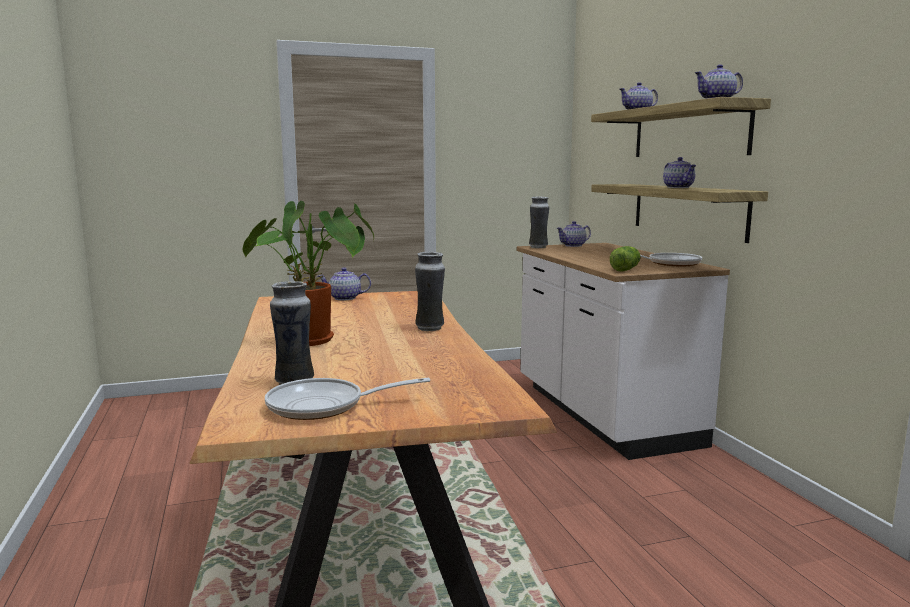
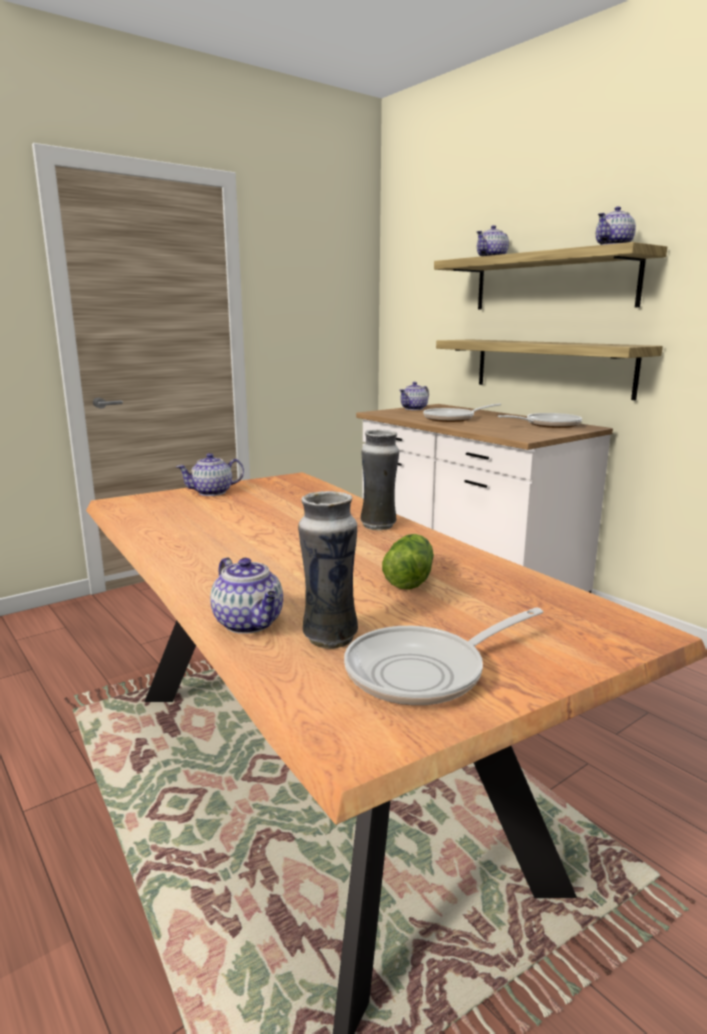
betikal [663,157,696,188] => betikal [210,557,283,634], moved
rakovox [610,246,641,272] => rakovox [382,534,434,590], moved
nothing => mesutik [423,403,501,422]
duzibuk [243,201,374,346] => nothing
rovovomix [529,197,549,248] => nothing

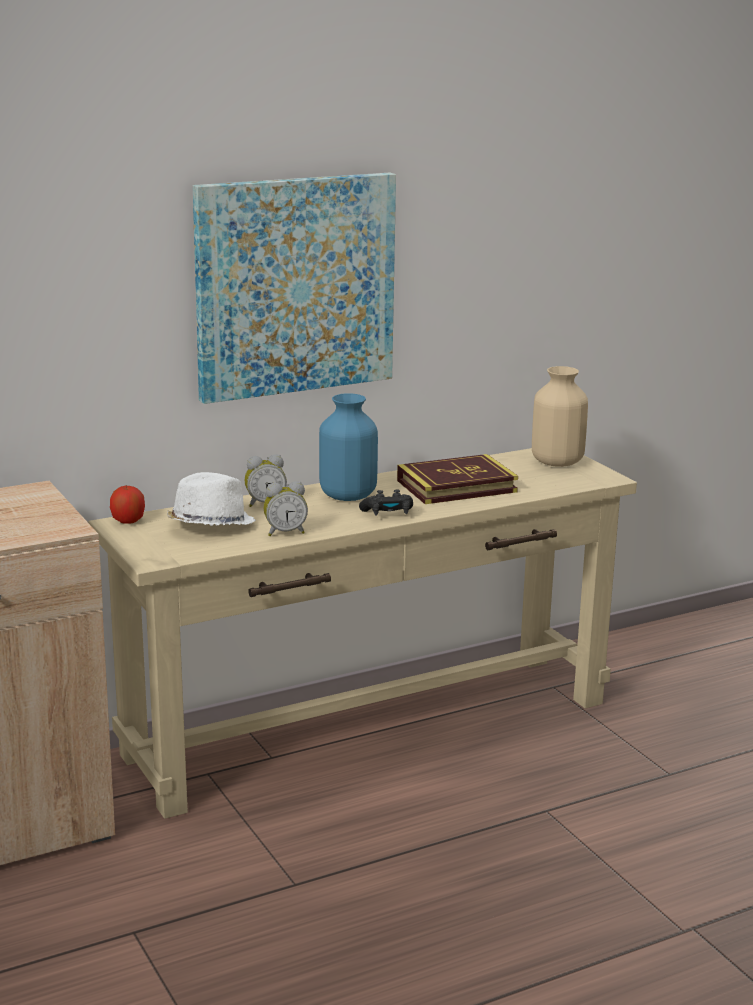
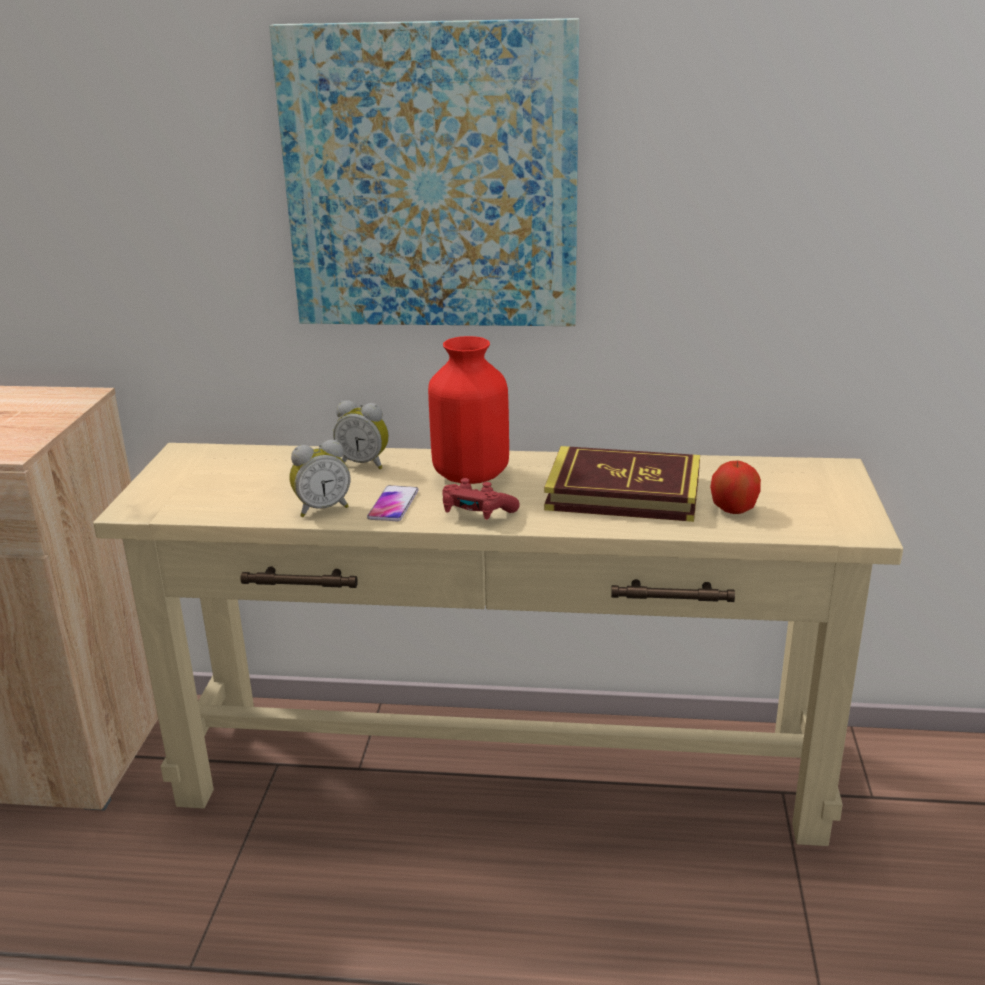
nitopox [264,481,308,536] => nitopox [290,440,350,517], 45 degrees counterclockwise
nothing => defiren [367,485,419,521]
rovovomix (blue) [319,393,378,501] => rovovomix (red) [428,336,509,484]
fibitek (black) [359,489,413,516] => fibitek (red) [442,478,519,520]
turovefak [110,485,145,524] => turovefak [710,461,761,514], moved
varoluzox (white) [167,472,256,526] => nothing
rovovomix (beige) [532,366,588,467] => nothing

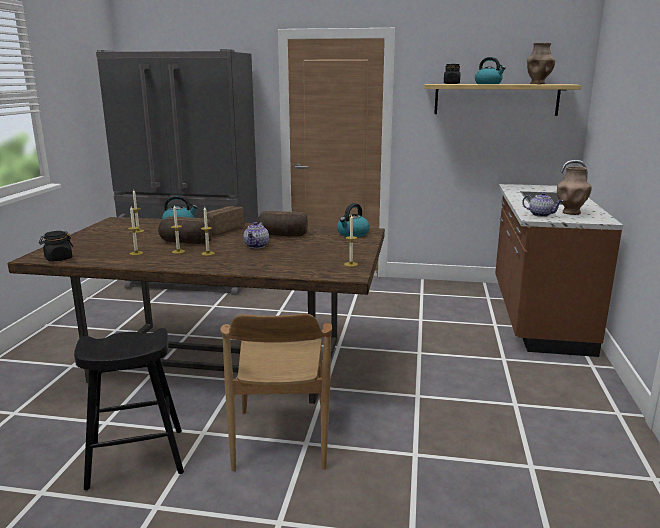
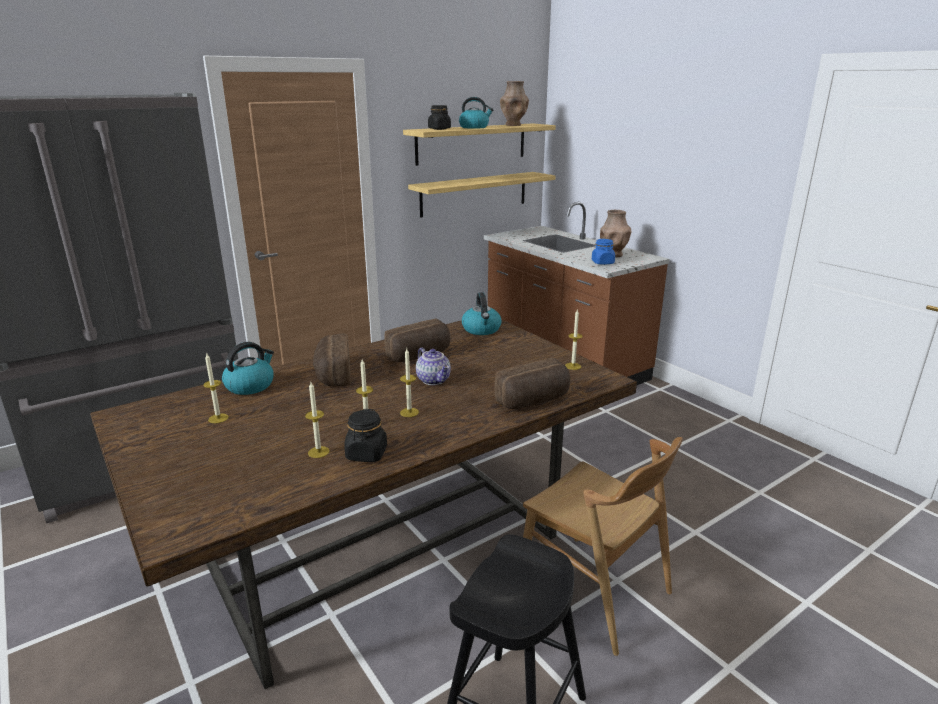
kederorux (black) [39,231,73,262] => kederorux (black) [344,409,387,462], moved
nothing => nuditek [408,172,555,218]
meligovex [158,216,212,244] => meligovex [494,358,570,409], moved
betikal [522,192,563,217] => kederorux (blue) [592,239,615,265]

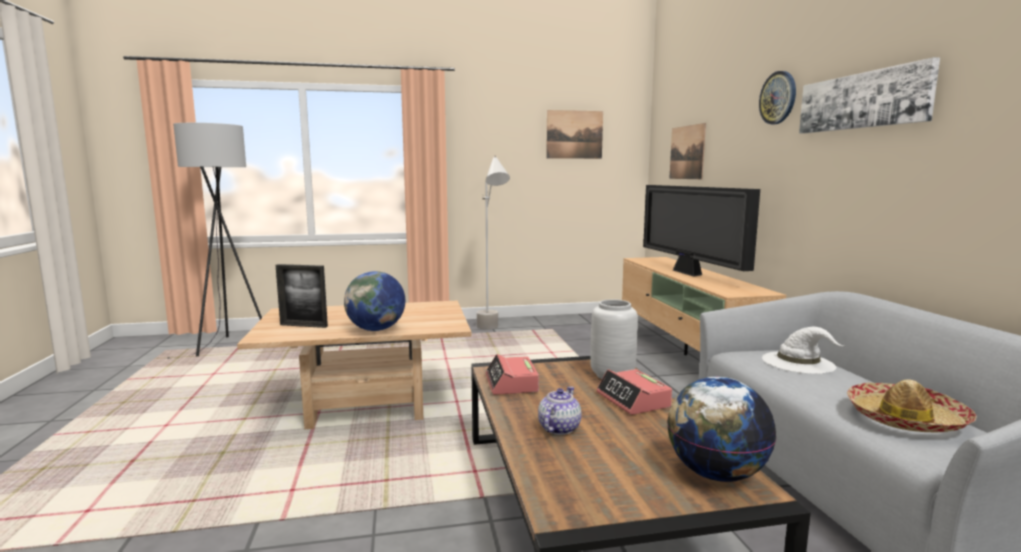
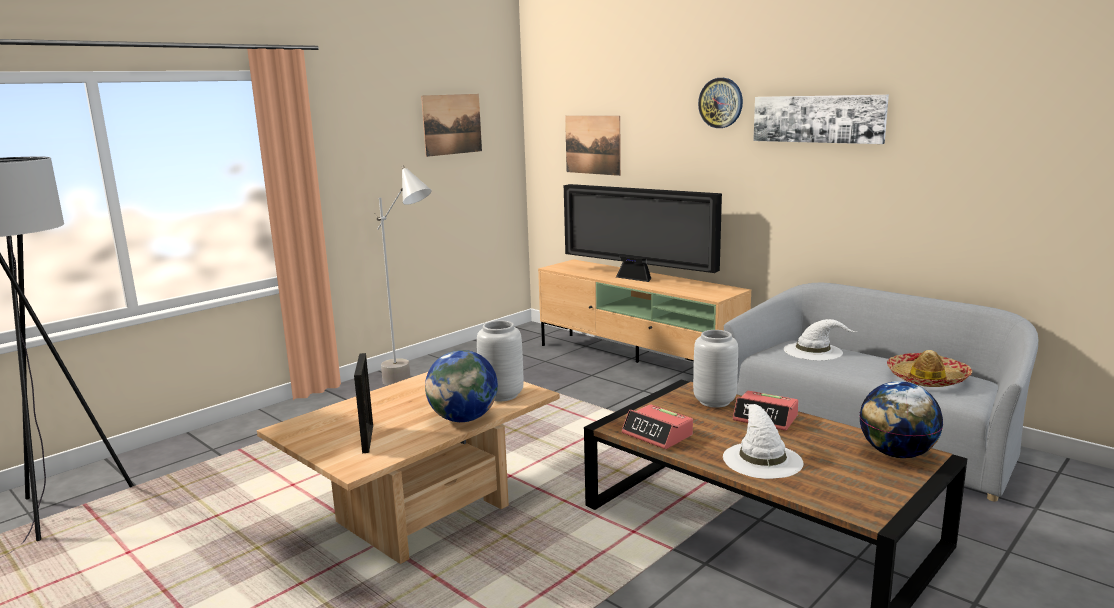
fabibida [276,264,328,328] => fabibida [354,353,373,453], 75 degrees counterclockwise
nothing => rovovomix (grey) [477,321,523,401]
betikal [538,386,582,435] => varoluzox (white) [723,404,803,479]

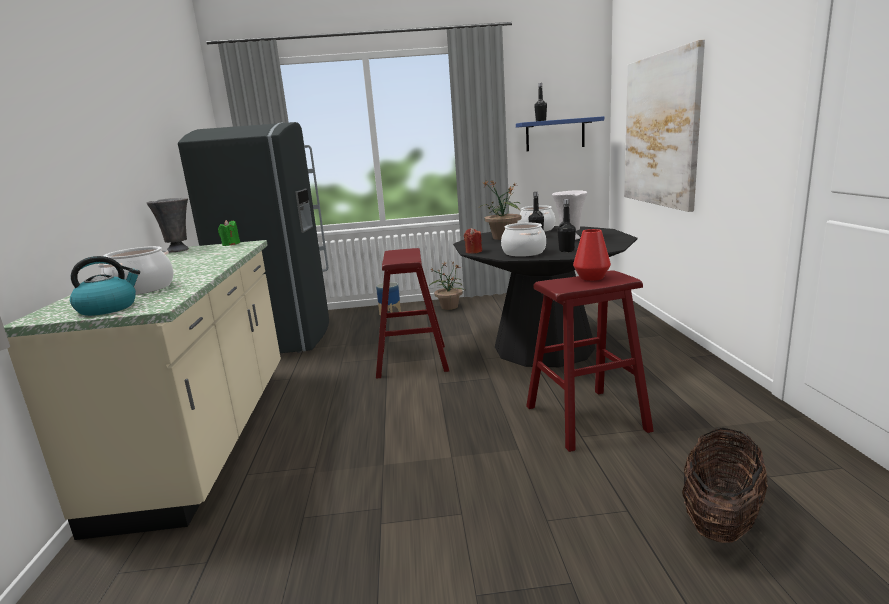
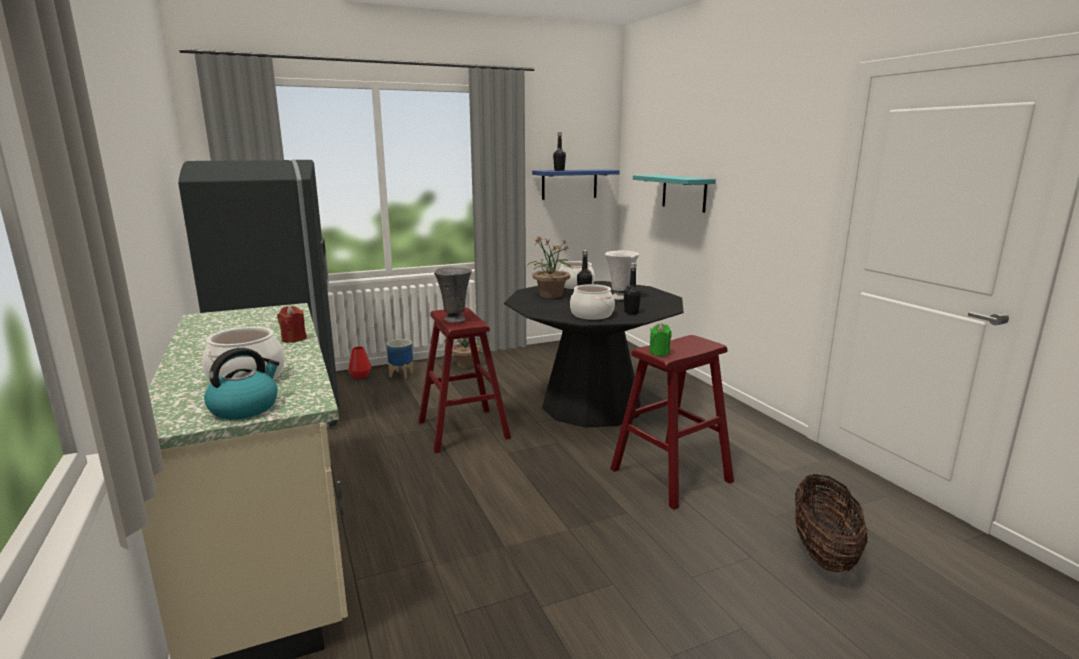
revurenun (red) [464,228,482,254] => revurenun (red) [277,306,307,343], moved
rovovomix (red) [573,229,611,281] => rovovomix (red) [348,346,372,379], moved
rovovomix (grey) [146,198,189,252] => rovovomix (grey) [434,267,472,323], moved
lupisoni [624,40,705,212] => nuditek (turquoise) [633,175,716,213]
revurenun (green) [218,220,240,246] => revurenun (green) [649,324,672,356], moved

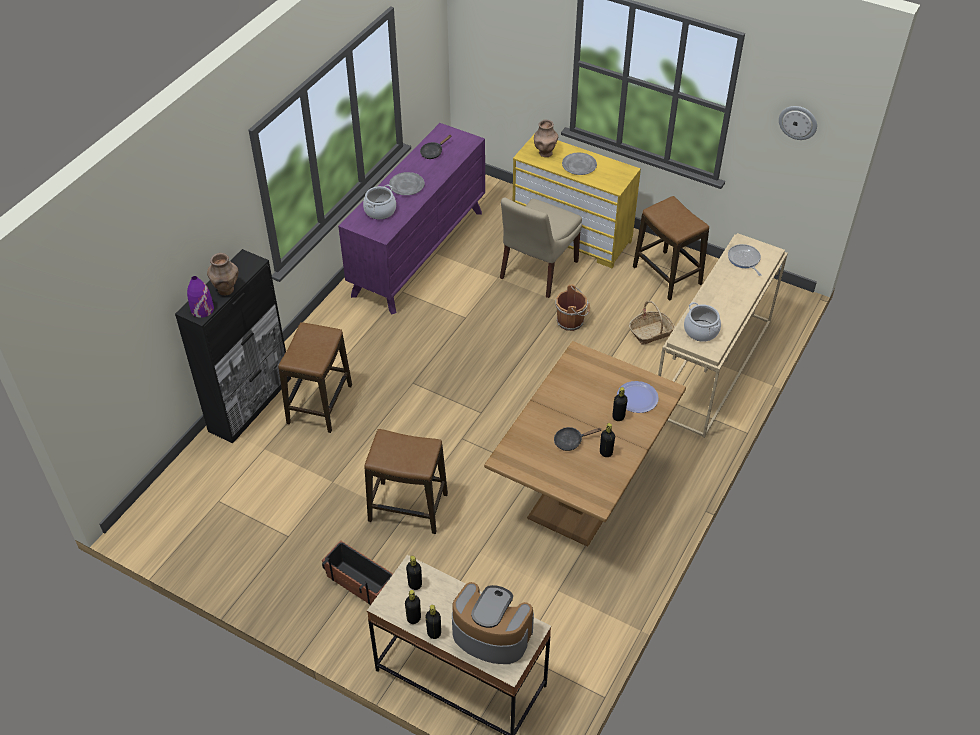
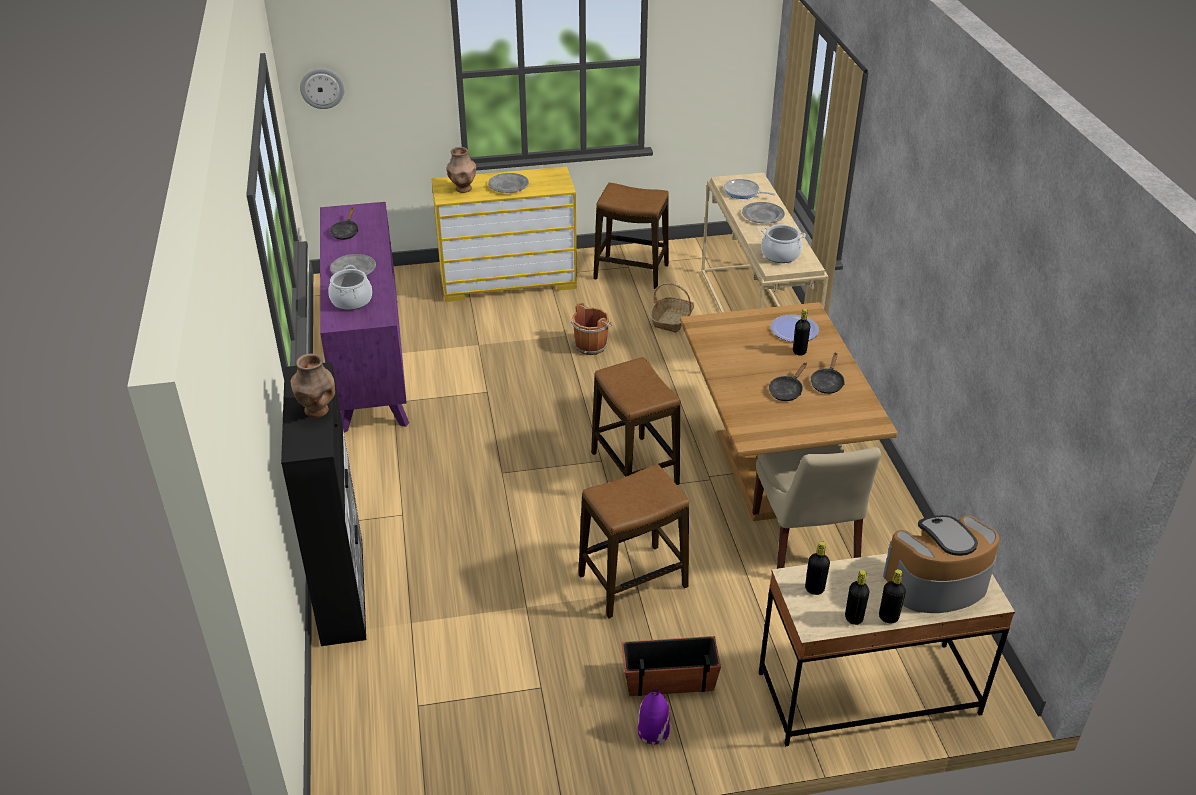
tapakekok [779,106,817,140] => tapakekok [300,68,344,109], moved
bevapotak [278,322,352,433] => bevapotak [591,357,680,485], moved
rovovomix (purple) [187,276,214,318] => rovovomix (purple) [638,689,670,744], moved
nothing => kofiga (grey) [742,202,785,224]
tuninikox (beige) [500,197,582,298] => tuninikox (beige) [752,444,881,569], moved
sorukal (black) [600,423,615,457] => mesutik (black) [811,352,845,394]

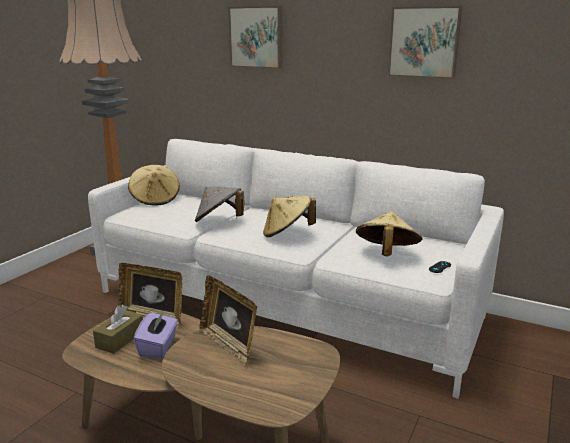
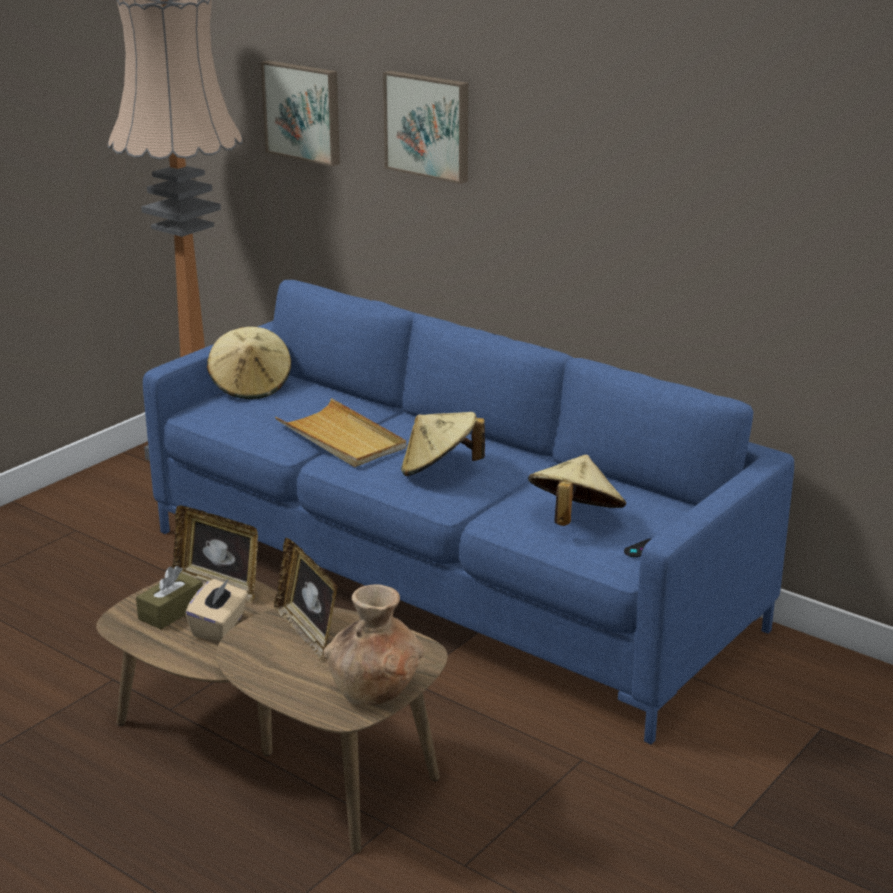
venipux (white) [88,139,504,399] => venipux (blue) [143,280,794,744]
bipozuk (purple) [133,311,178,358] => bipozuk (beige) [185,578,248,641]
lupisoni [388,6,462,79] => lupisoni [261,60,340,166], moved
varoluzox (grey) [195,187,245,222] => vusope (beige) [275,398,406,467]
nothing => rovovomix (brown) [323,584,423,706]

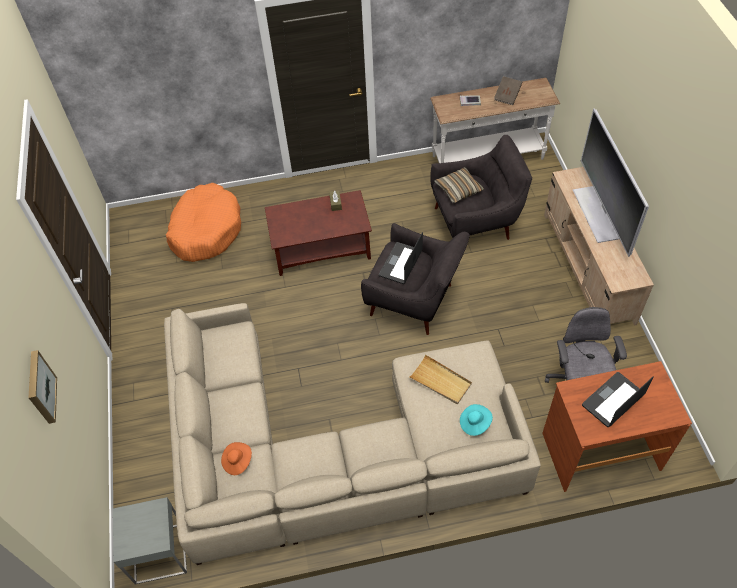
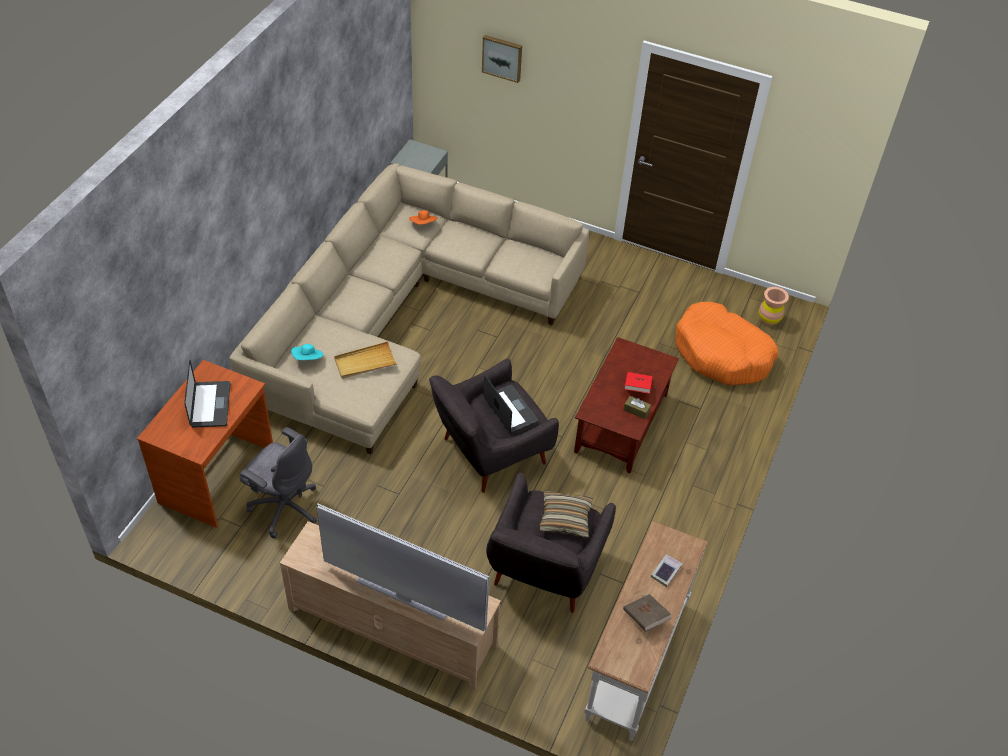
nothing => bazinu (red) [624,372,652,394]
nothing => rovovomix (brown) [759,287,789,326]

